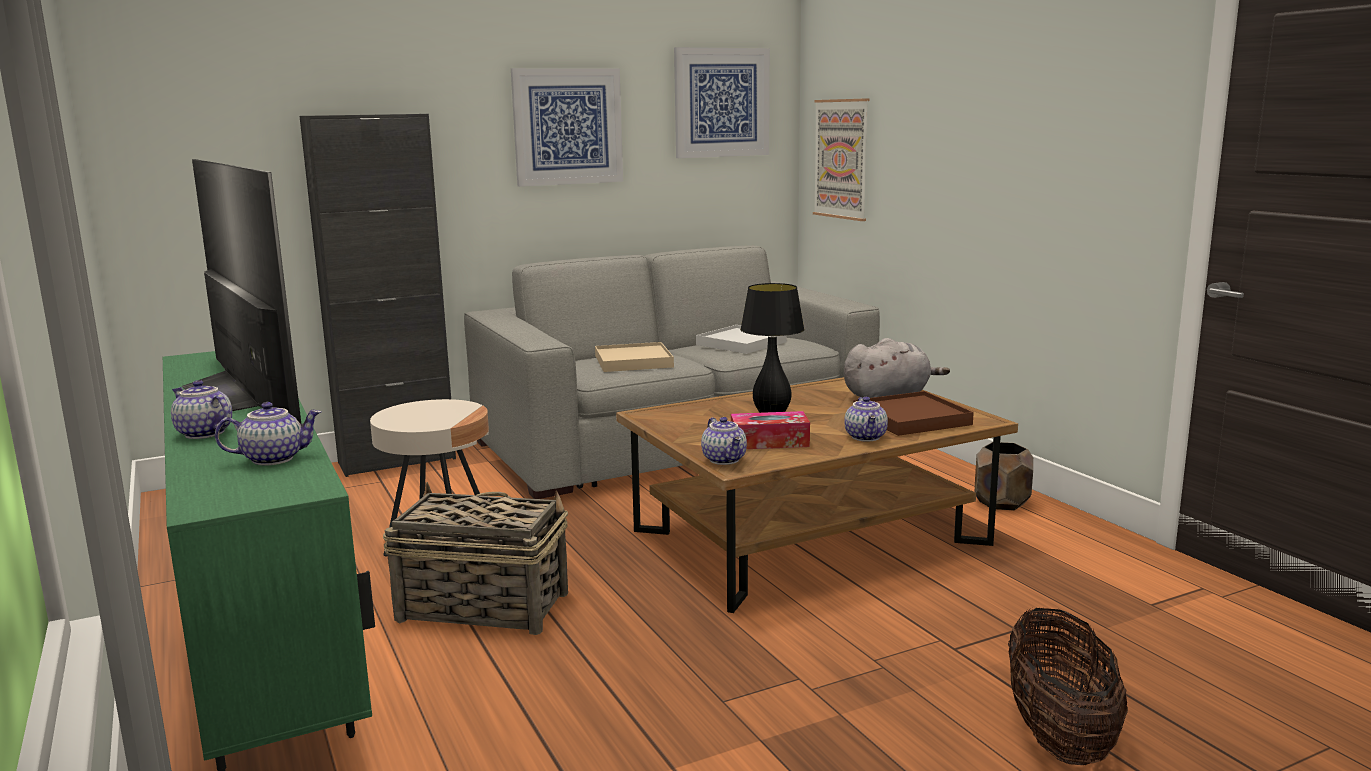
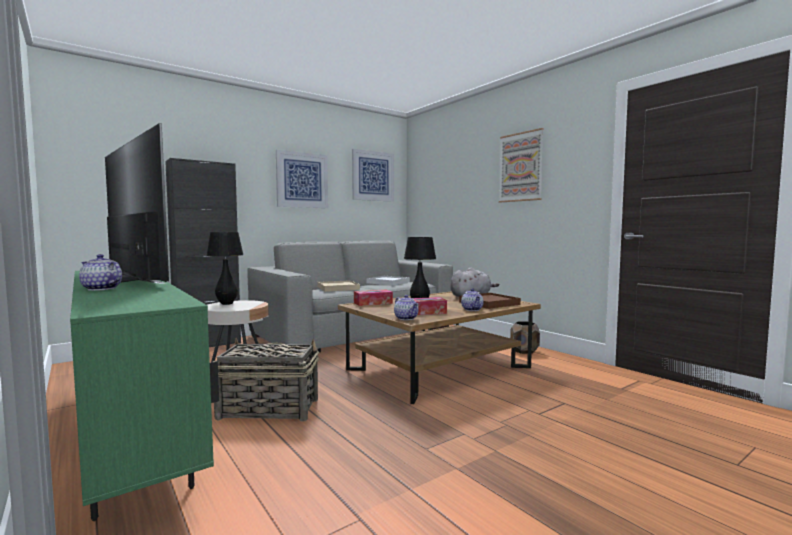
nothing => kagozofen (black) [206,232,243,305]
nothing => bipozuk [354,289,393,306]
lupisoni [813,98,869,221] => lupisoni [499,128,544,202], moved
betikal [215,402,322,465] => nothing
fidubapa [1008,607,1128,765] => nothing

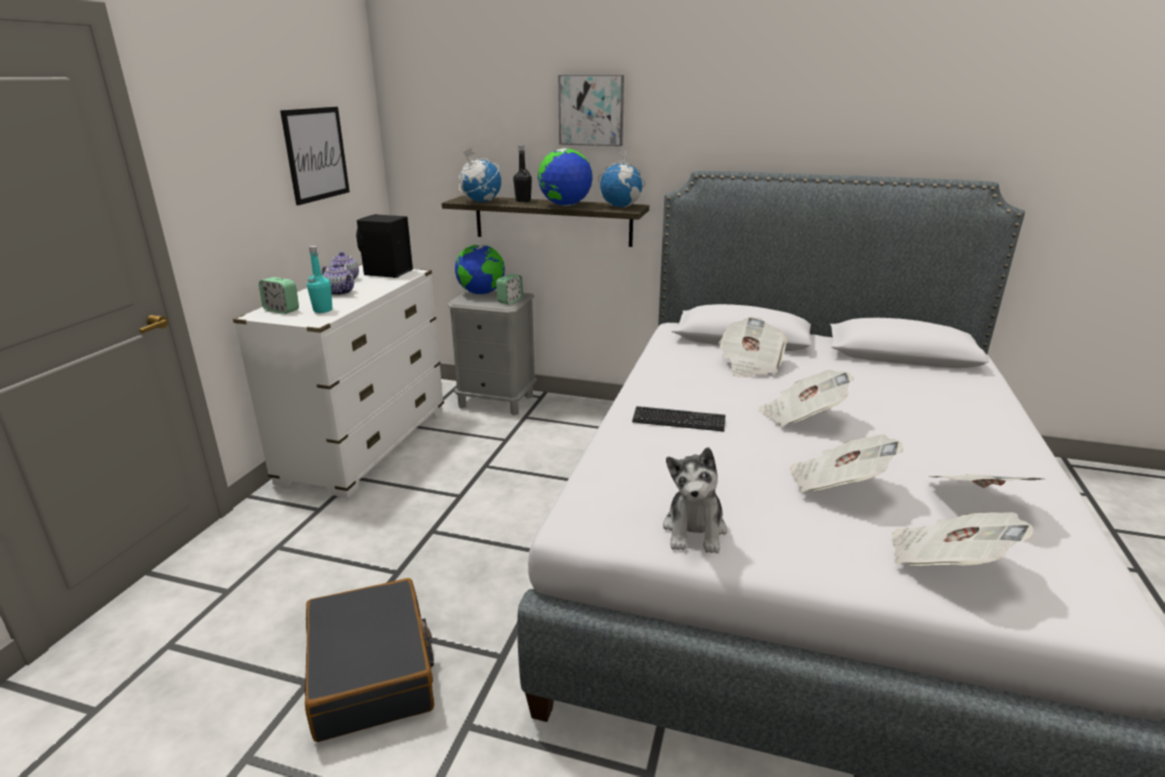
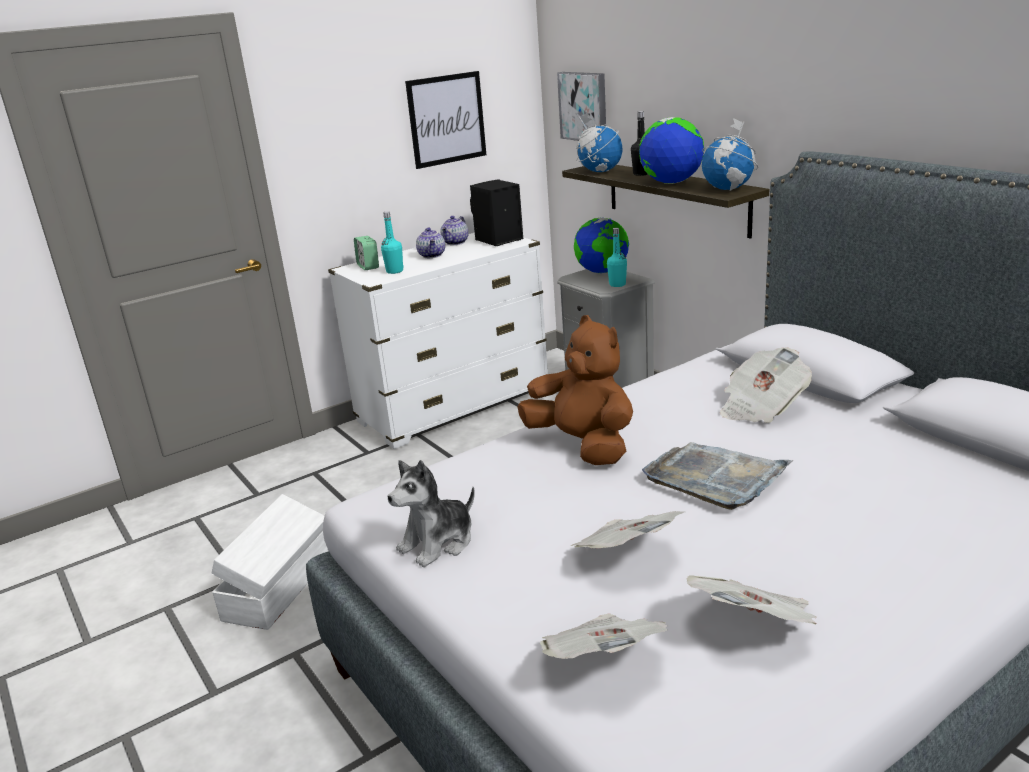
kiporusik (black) [304,578,434,742] => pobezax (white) [212,494,328,630]
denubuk [632,406,726,431] => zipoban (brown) [518,315,633,465]
lupisoni [558,75,624,146] => lupisoni [557,72,606,141], moved
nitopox [496,274,523,304] => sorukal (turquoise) [607,228,627,287]
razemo [759,370,854,426] => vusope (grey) [642,442,794,510]

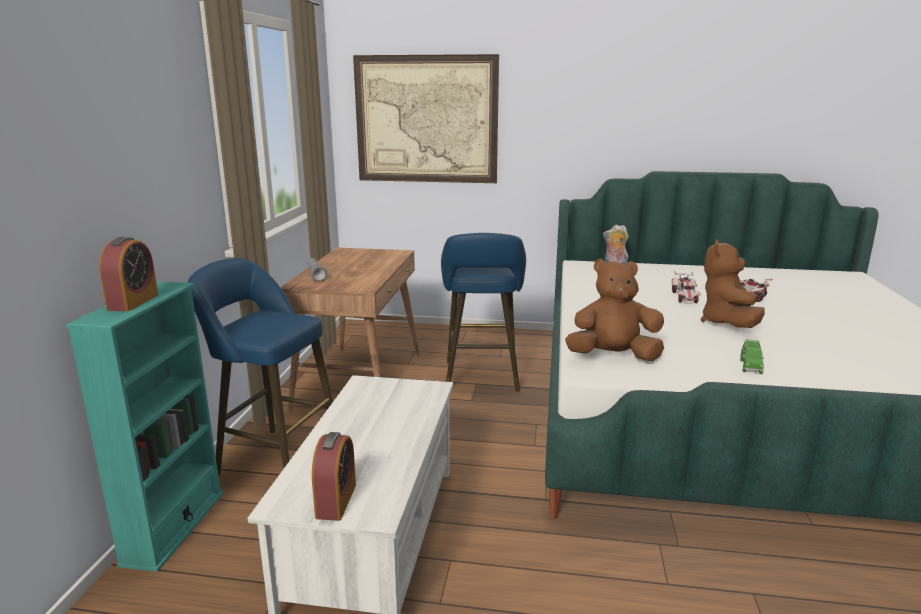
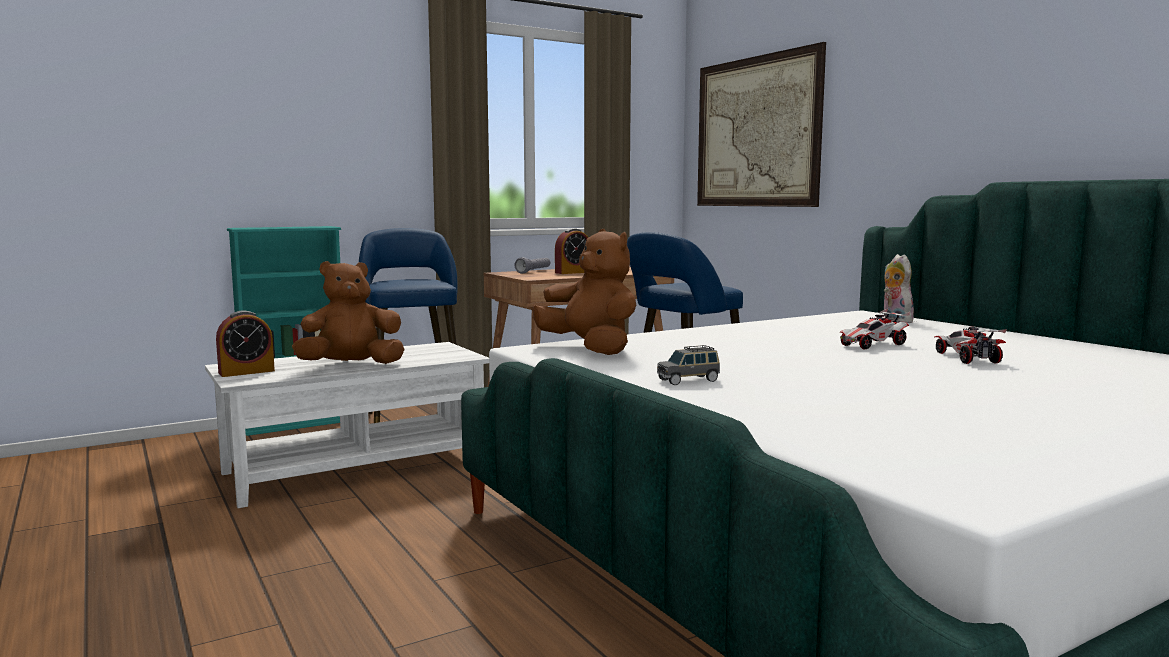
zipoban (brown) [701,240,765,328] => zipoban (brown) [292,261,405,364], moved
nitopox [99,237,158,312] => nitopox [555,228,589,274], moved
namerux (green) [740,339,764,374] => namerux (grey) [657,345,720,385]

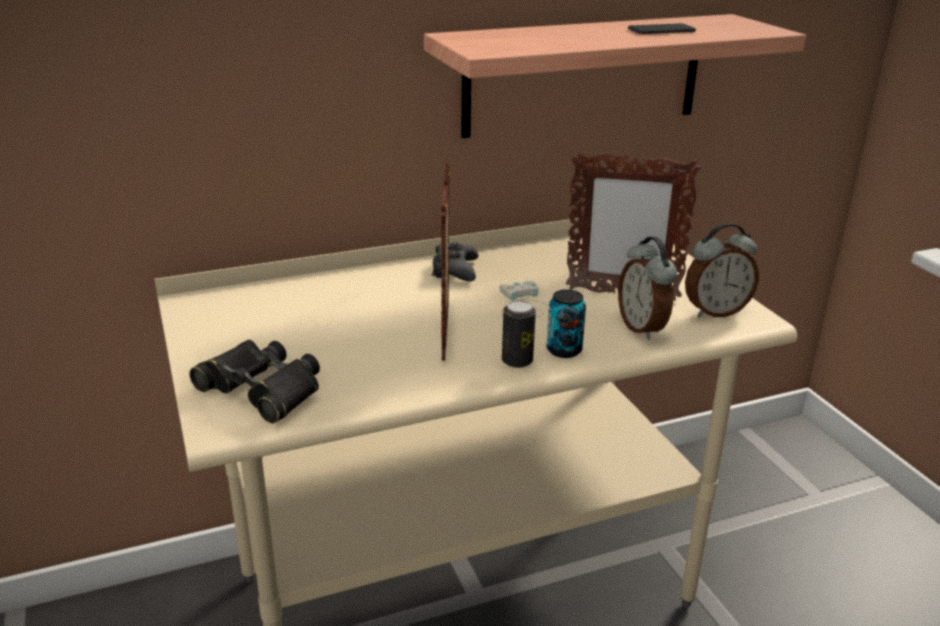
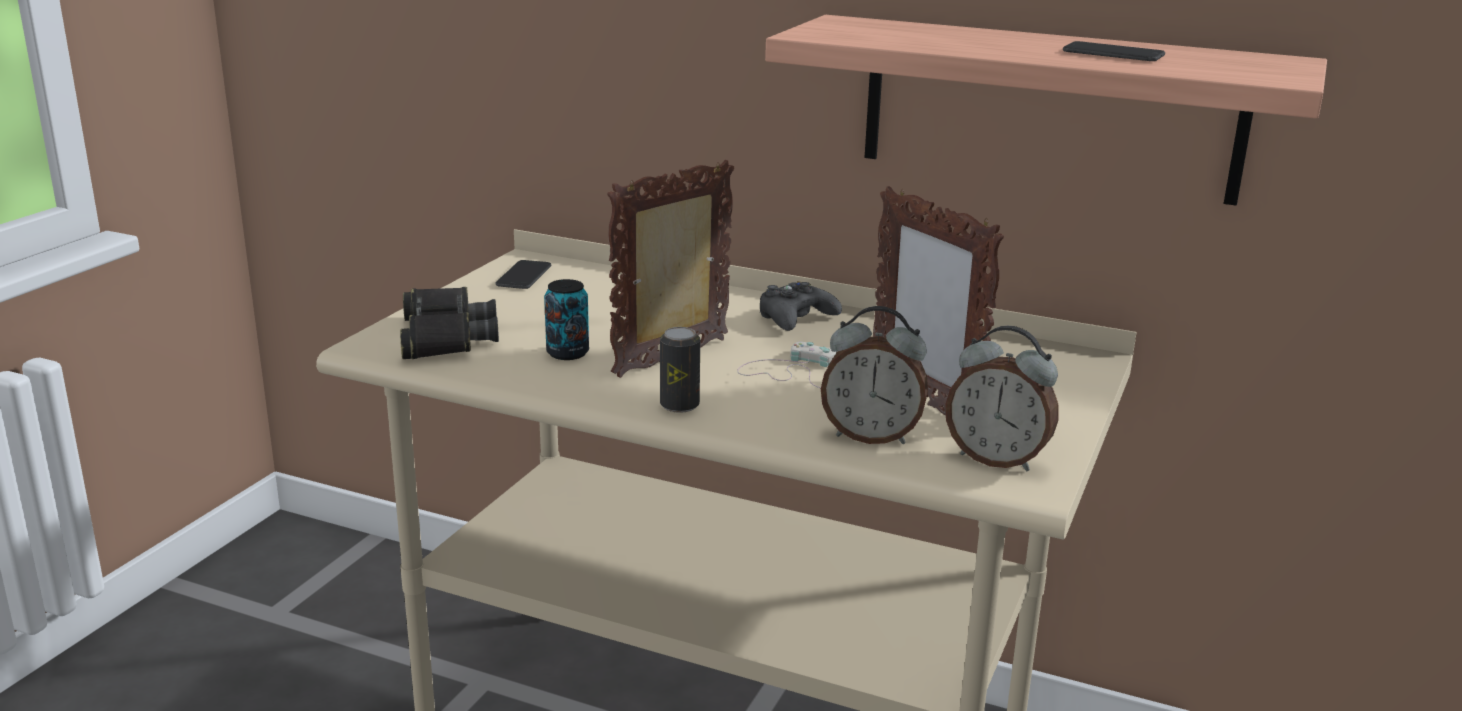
nothing => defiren [495,260,551,289]
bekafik [547,289,586,358] => bekafik [544,279,589,360], moved
nitopox [618,237,677,340] => nitopox [821,306,928,444], 105 degrees counterclockwise

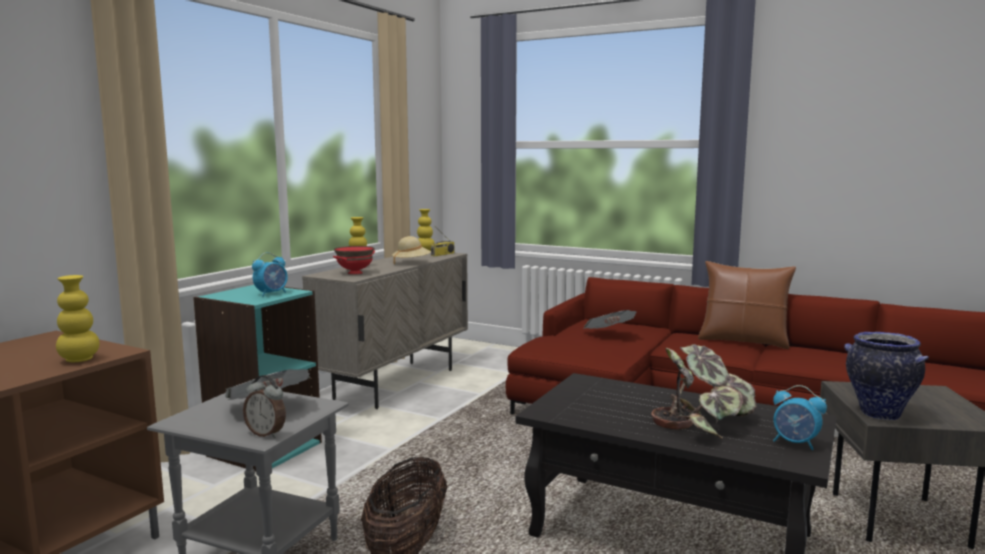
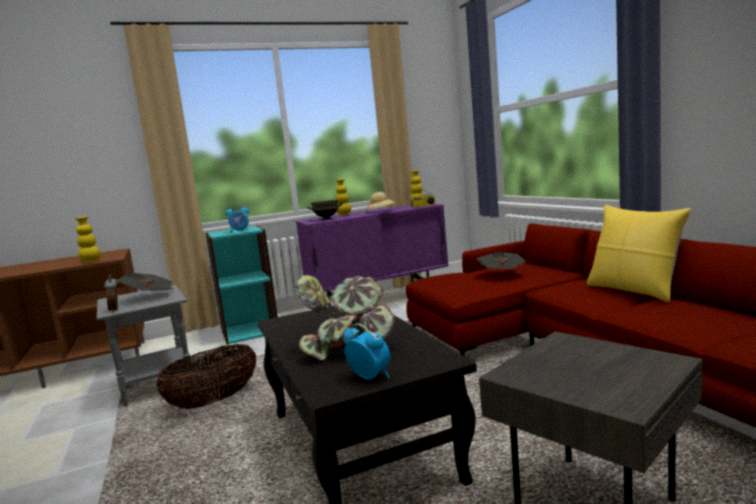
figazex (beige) [302,253,468,409] => figazex (purple) [296,204,448,307]
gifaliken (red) [333,246,375,274] => gifaliken (black) [307,200,343,220]
nitopox [773,385,827,450] => nitopox [343,323,391,380], 150 degrees clockwise
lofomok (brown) [698,261,796,349] => lofomok (yellow) [587,205,691,302]
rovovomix [844,332,929,420] => nothing

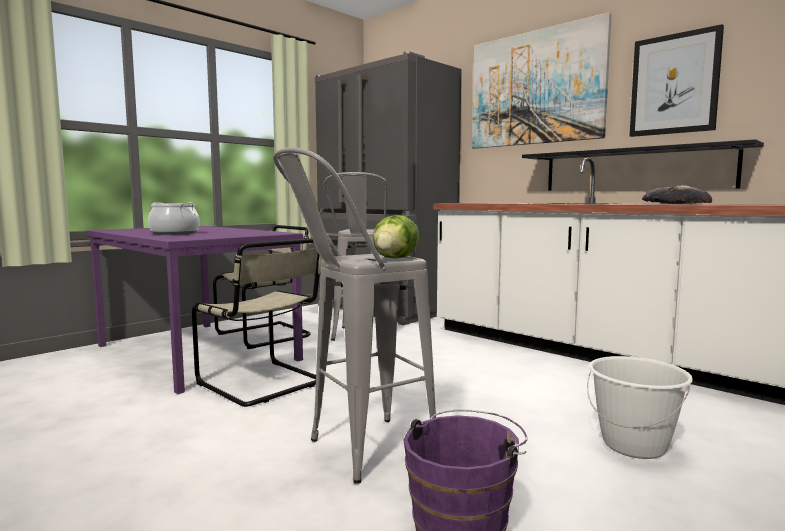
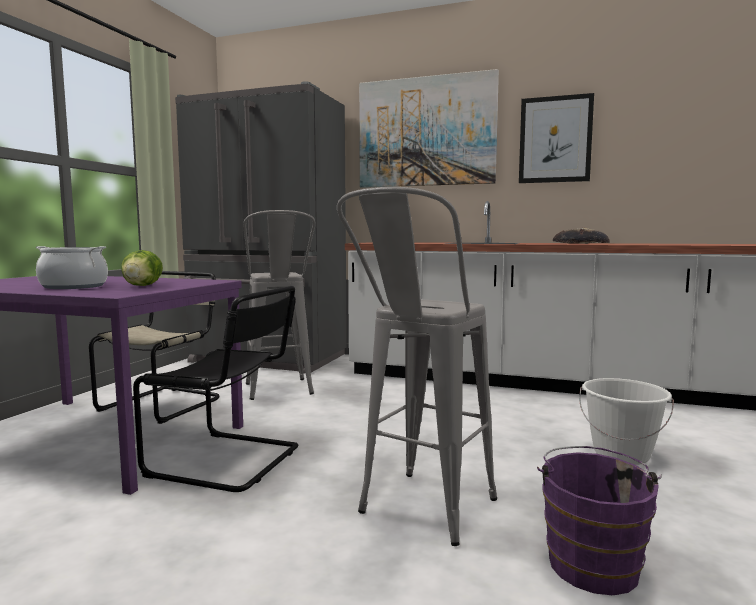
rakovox [373,215,419,258] => rakovox [121,250,163,286], moved
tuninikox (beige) [192,238,322,407] => tuninikox (black) [133,286,298,492]
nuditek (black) [522,139,764,191] => nothing

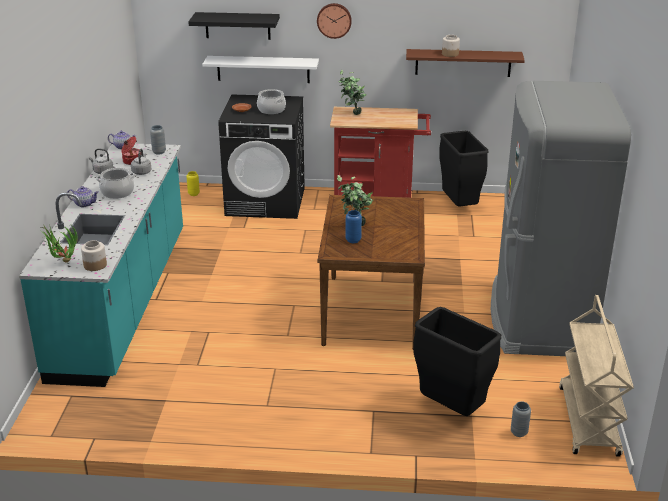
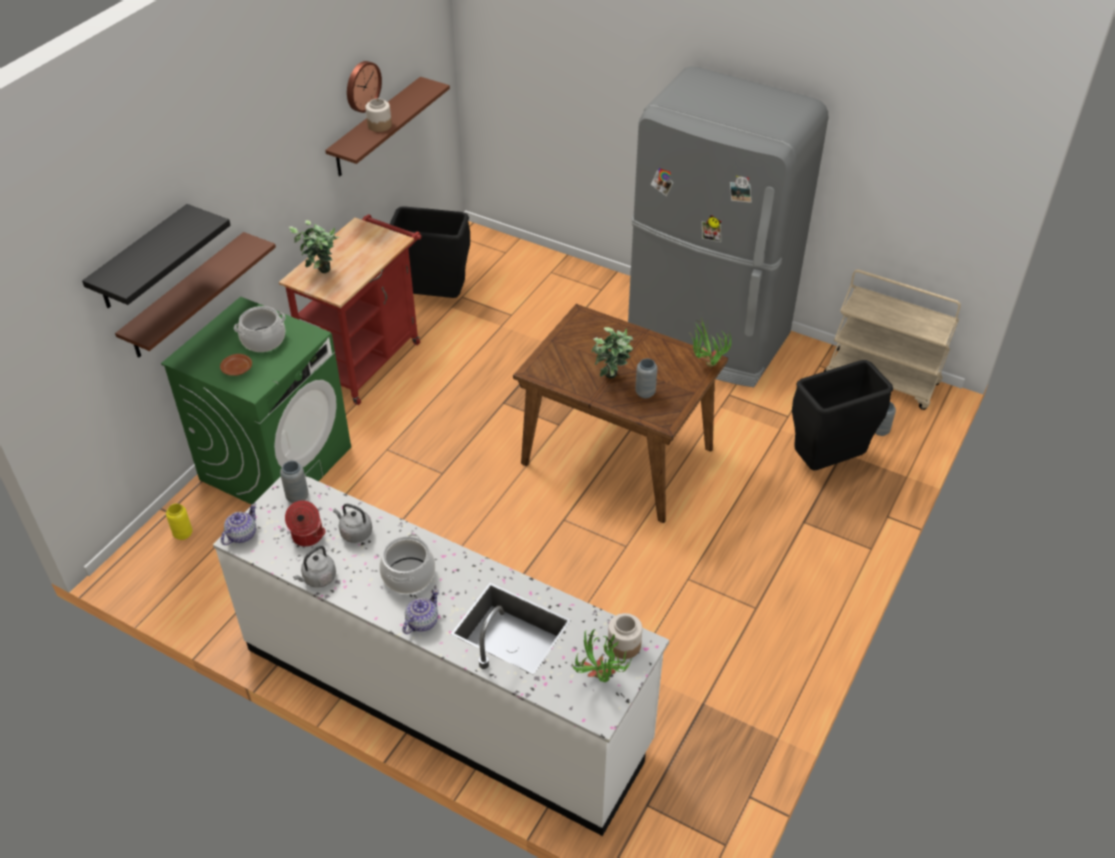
nuditek (white) [202,56,319,83] => nuditek (brown) [115,232,276,358]
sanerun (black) [218,94,305,219] => sanerun (green) [161,297,351,505]
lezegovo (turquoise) [19,144,183,387] => lezegovo (white) [213,475,669,836]
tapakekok [317,3,352,39] => tapakekok [347,61,382,113], moved
rovovomix (blue) [345,210,362,243] => rovovomix (grey) [635,359,657,398]
nothing => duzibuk [691,318,731,367]

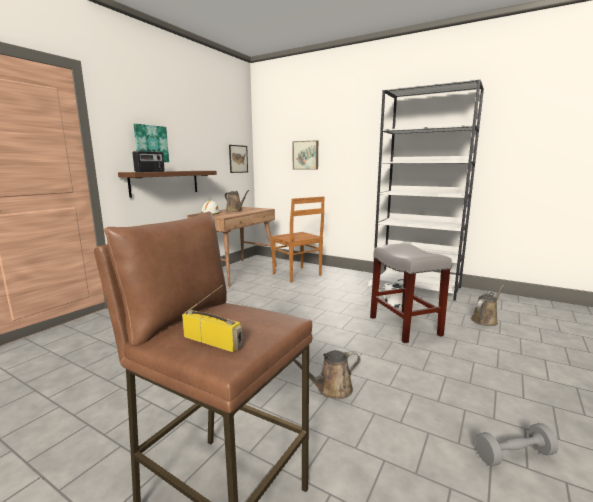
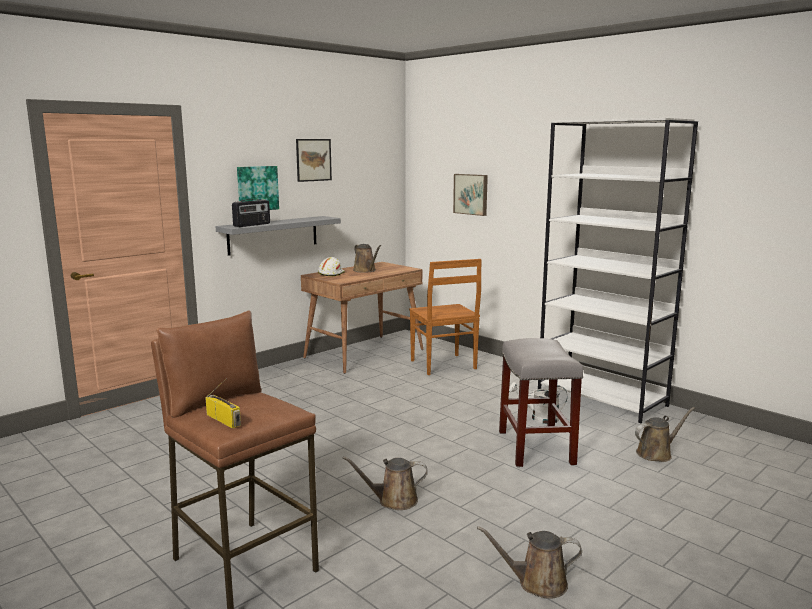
nuditek (brown) [118,171,217,198] => nuditek (grey) [216,216,341,256]
lupisoni [229,145,248,173] => lupisoni [296,139,332,182], moved
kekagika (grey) [475,423,559,466] => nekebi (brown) [477,526,582,599]

